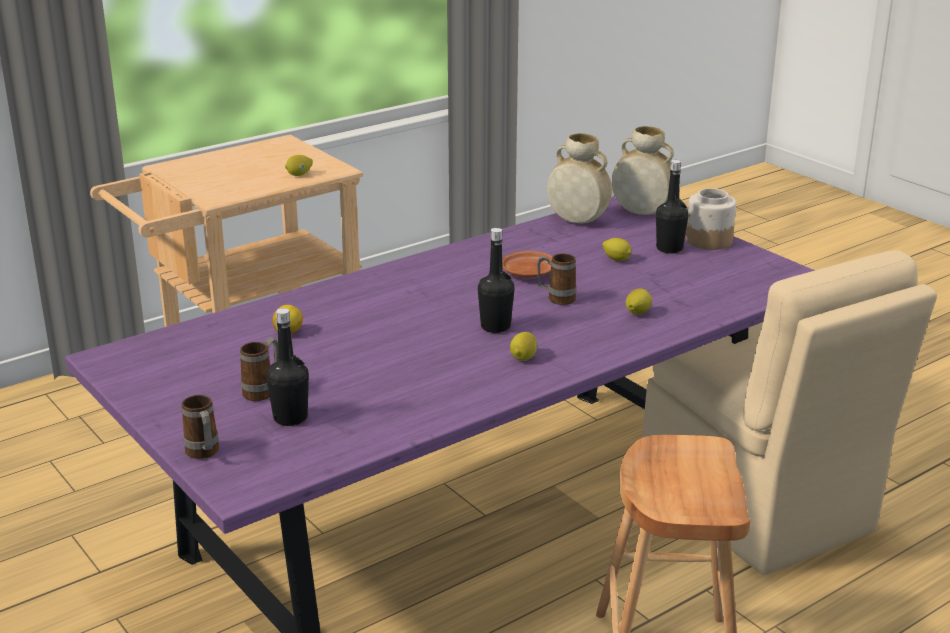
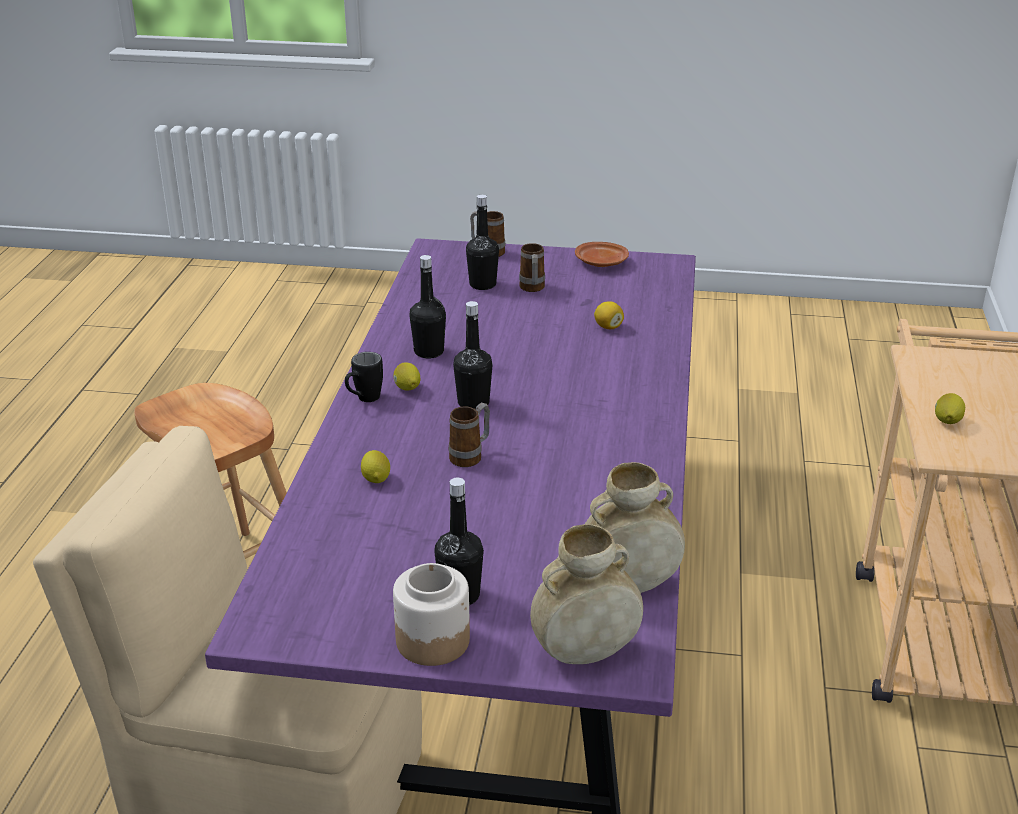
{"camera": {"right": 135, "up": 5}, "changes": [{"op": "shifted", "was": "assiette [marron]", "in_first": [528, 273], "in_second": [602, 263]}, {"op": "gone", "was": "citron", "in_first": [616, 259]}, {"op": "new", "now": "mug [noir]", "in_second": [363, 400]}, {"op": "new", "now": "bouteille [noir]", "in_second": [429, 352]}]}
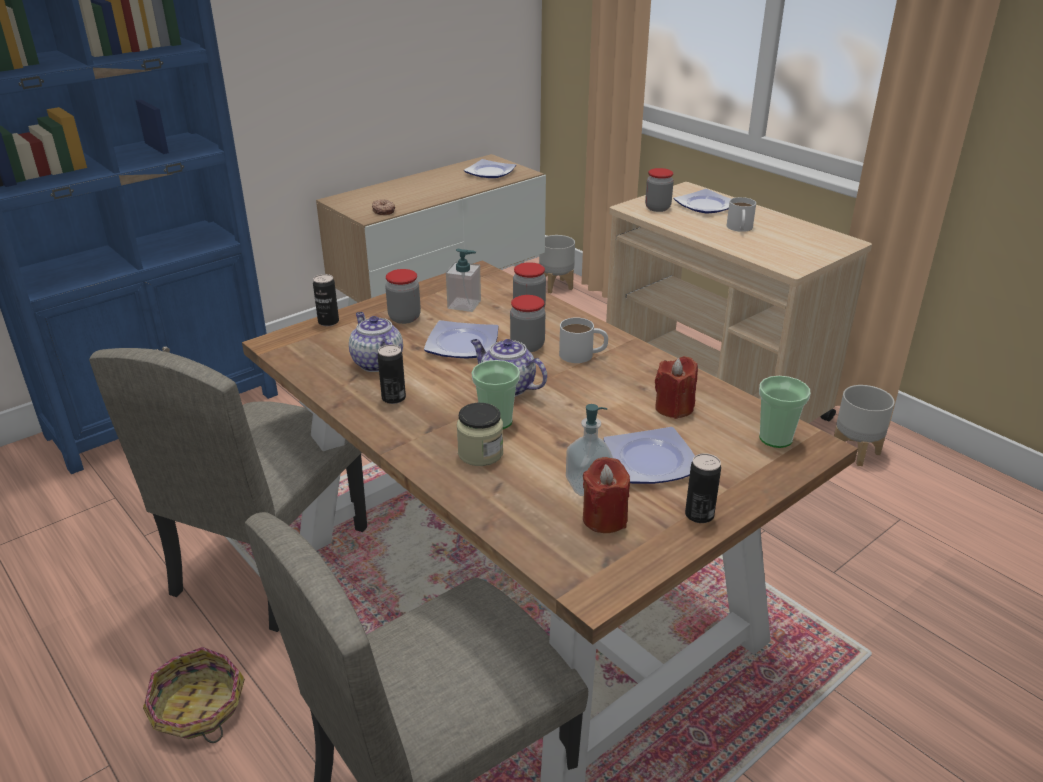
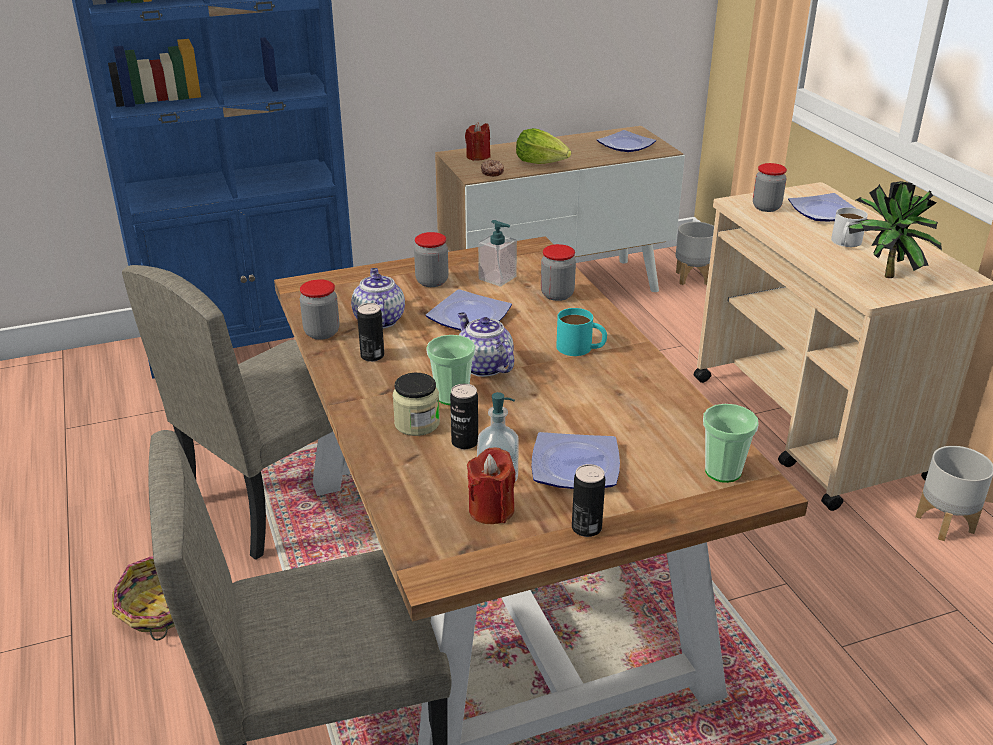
{"camera": {"right": 20, "up": 0}, "changes": [{"op": "shifted", "was": "boîte métallique", "in_first": [328, 322], "in_second": [465, 442]}, {"op": "shifted", "was": "bocal", "in_first": [527, 346], "in_second": [322, 333]}, {"op": "repainted", "was": "mug [blanc]", "now": "mug [turquoise]", "in_first": [583, 354], "in_second": [581, 348]}, {"op": "shifted", "was": "bougie [rouge]", "in_first": [674, 408], "in_second": [478, 156]}, {"op": "new", "now": "laitue", "in_second": [542, 162]}, {"op": "new", "now": "plante en pot", "in_second": [881, 276]}]}
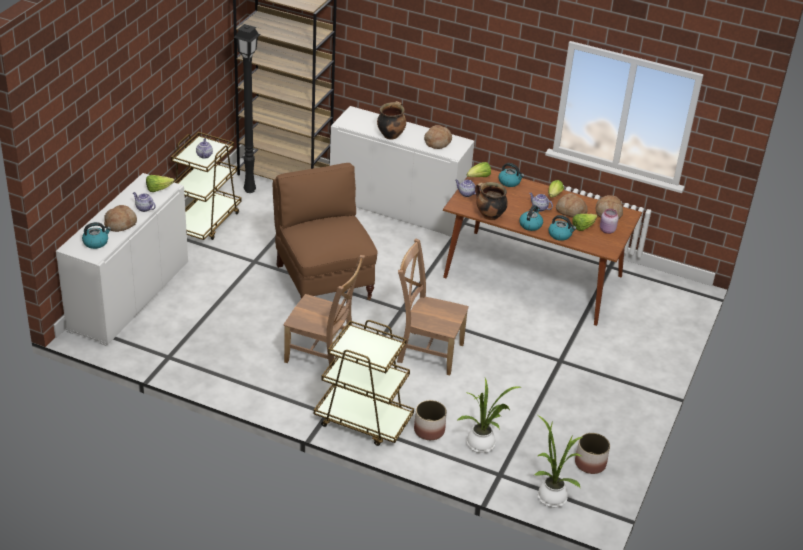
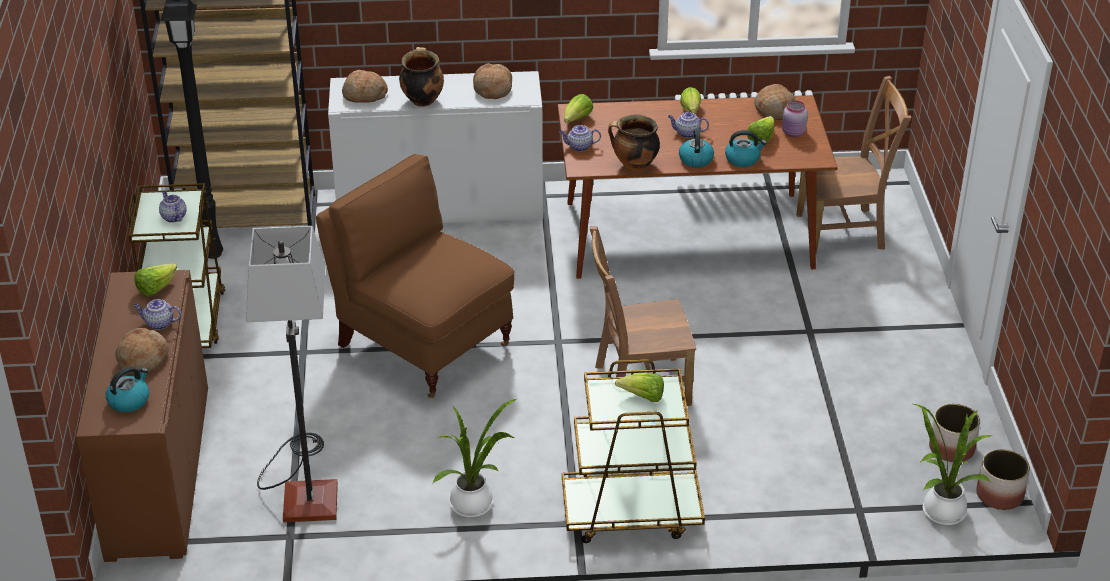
{"camera": {"right": -25, "up": 0}, "changes": [{"op": "repainted", "was": "meuble de rangement [blanc]", "now": "meuble de rangement [marron]", "in_first": [129, 296], "in_second": [159, 472]}, {"op": "shifted", "was": "chaise [marron]", "in_first": [322, 355], "in_second": [844, 231]}, {"op": "shifted", "was": "cache-pot", "in_first": [429, 430], "in_second": [999, 494]}, {"op": "shifted", "was": "plante en pot", "in_first": [482, 445], "in_second": [475, 504]}, {"op": "gone", "was": "bouilloire", "in_first": [510, 182]}, {"op": "shifted", "was": "pain", "in_first": [570, 211], "in_second": [364, 95]}, {"op": "new", "now": "lampadaire", "in_second": [305, 489]}, {"op": "new", "now": "laitue", "in_second": [643, 397]}]}
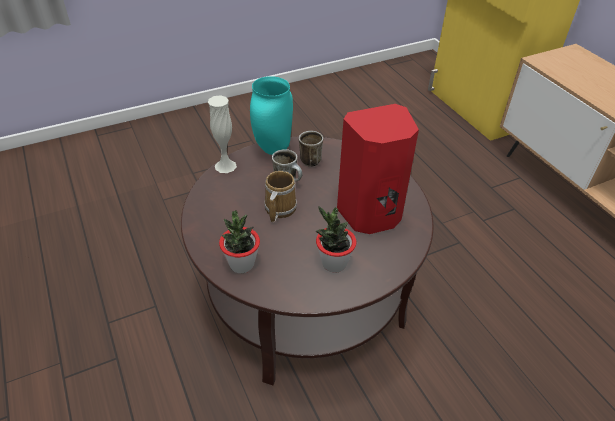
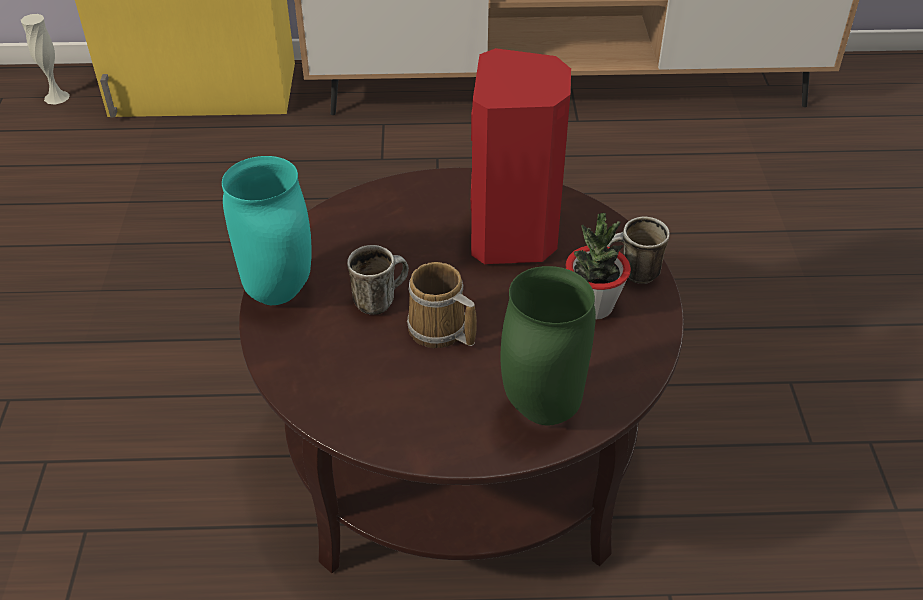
{"camera": {"right": -65, "up": 0}, "changes": [{"op": "shifted", "was": "vase [blanc]", "in_first": [225, 166], "in_second": [56, 97]}, {"op": "swapped", "was": "plante en pot", "now": "vase [vert]", "in_first": [241, 264], "in_second": [543, 412]}, {"op": "shifted", "was": "mug", "in_first": [308, 159], "in_second": [632, 274]}]}
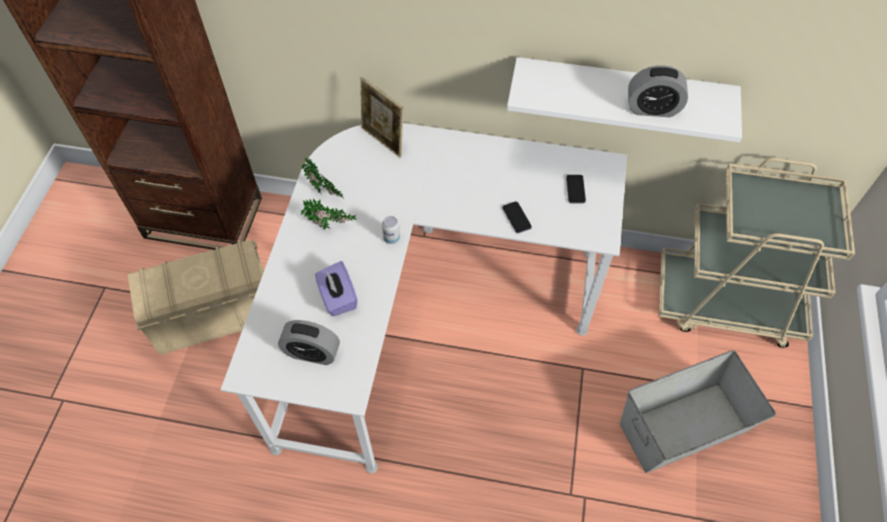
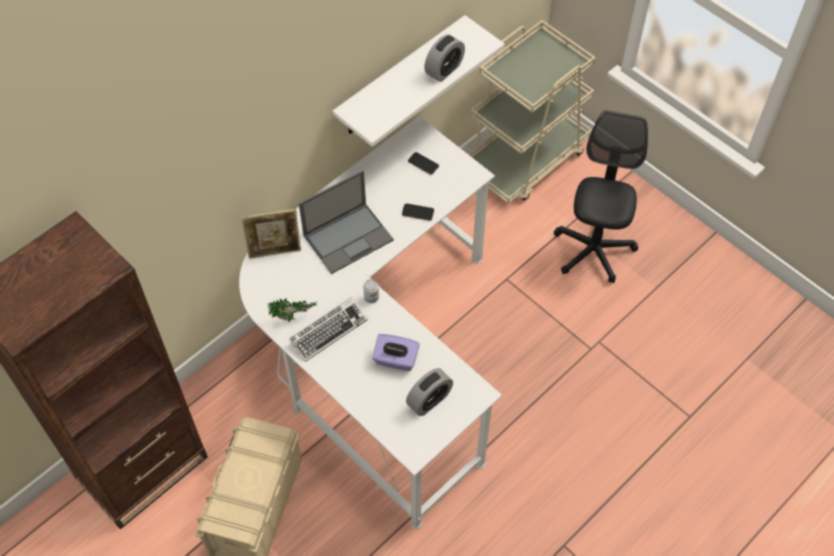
{"camera": {"right": -55, "up": 0}, "changes": [{"op": "swapped", "was": "plante en pot", "now": "clavier", "in_first": [330, 227], "in_second": [328, 331]}, {"op": "swapped", "was": "boîte de rangement [gris]", "now": "chaise de bureau [noir]", "in_first": [684, 427], "in_second": [593, 250]}, {"op": "new", "now": "ordinateur portable", "in_second": [349, 237]}]}
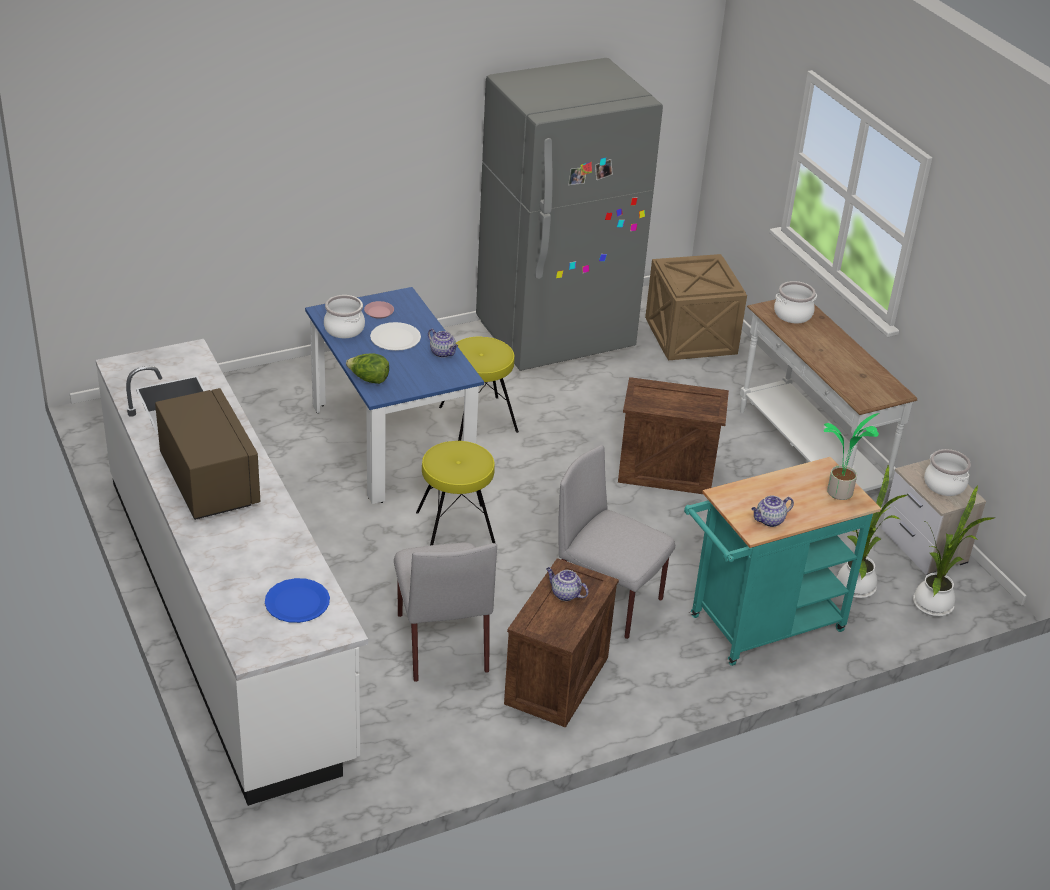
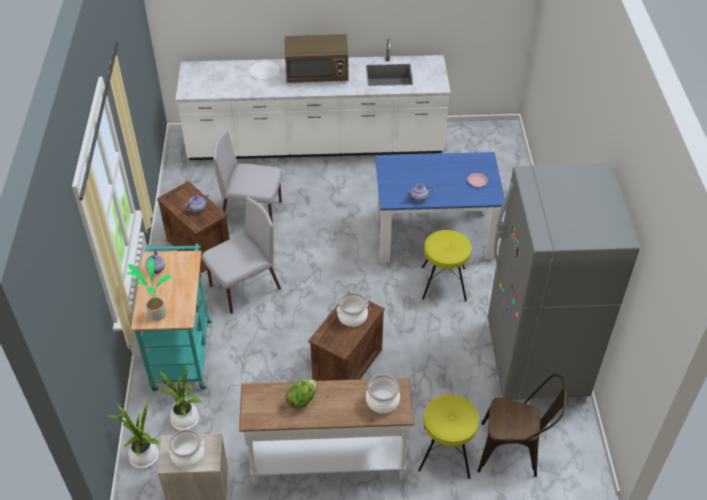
{"camera": {"right": 115, "up": 10}, "changes": [{"op": "gone", "was": "assiette [bleu]", "in_first": [297, 602]}, {"op": "shifted", "was": "marmite", "in_first": [344, 329], "in_second": [352, 316]}, {"op": "shifted", "was": "laitue", "in_first": [368, 380], "in_second": [301, 400]}, {"op": "shifted", "was": "assiette [blanc]", "in_first": [395, 338], "in_second": [264, 71]}, {"op": "shifted", "was": "tabouret [jaune]", "in_first": [455, 530], "in_second": [446, 452]}, {"op": "swapped", "was": "caisse", "now": "chaise [marron]", "in_first": [690, 336], "in_second": [514, 452]}]}
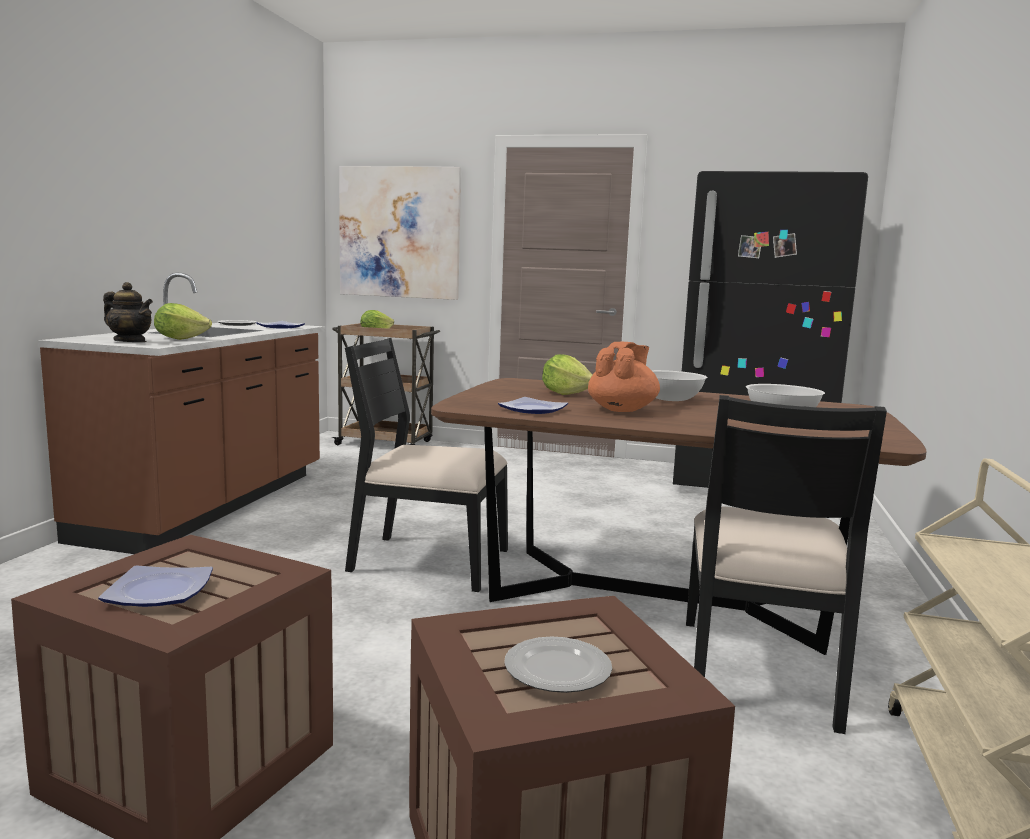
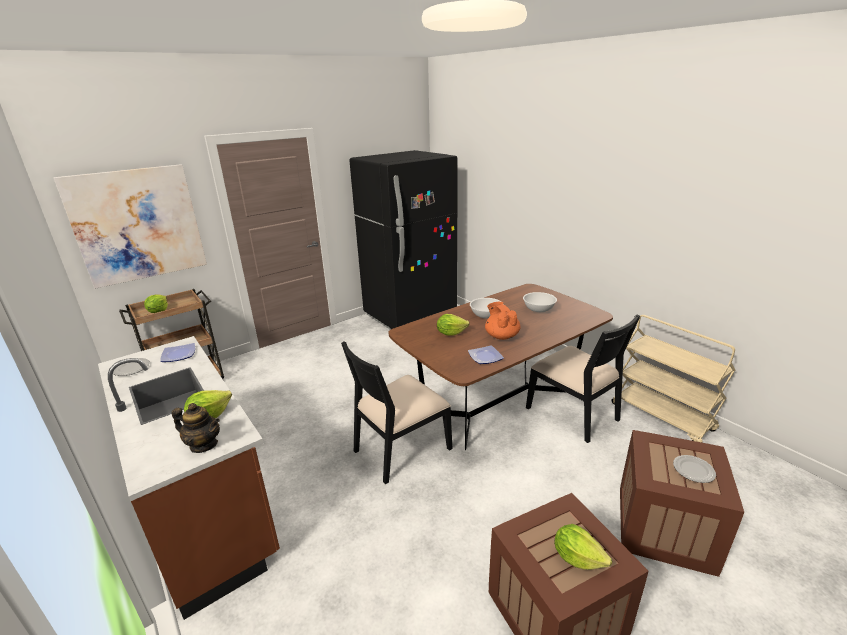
{"camera": {"right": -50, "up": 15}, "changes": [{"op": "swapped", "was": "assiette", "now": "laitue", "in_first": [161, 591], "in_second": [577, 558]}, {"op": "rotated", "was": "théière", "in_first": [130, 341], "in_second": [204, 445], "clockwise": 45}]}
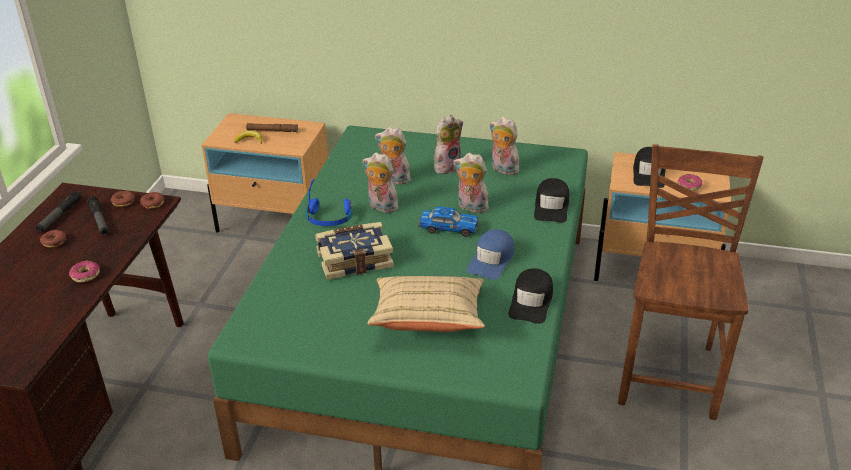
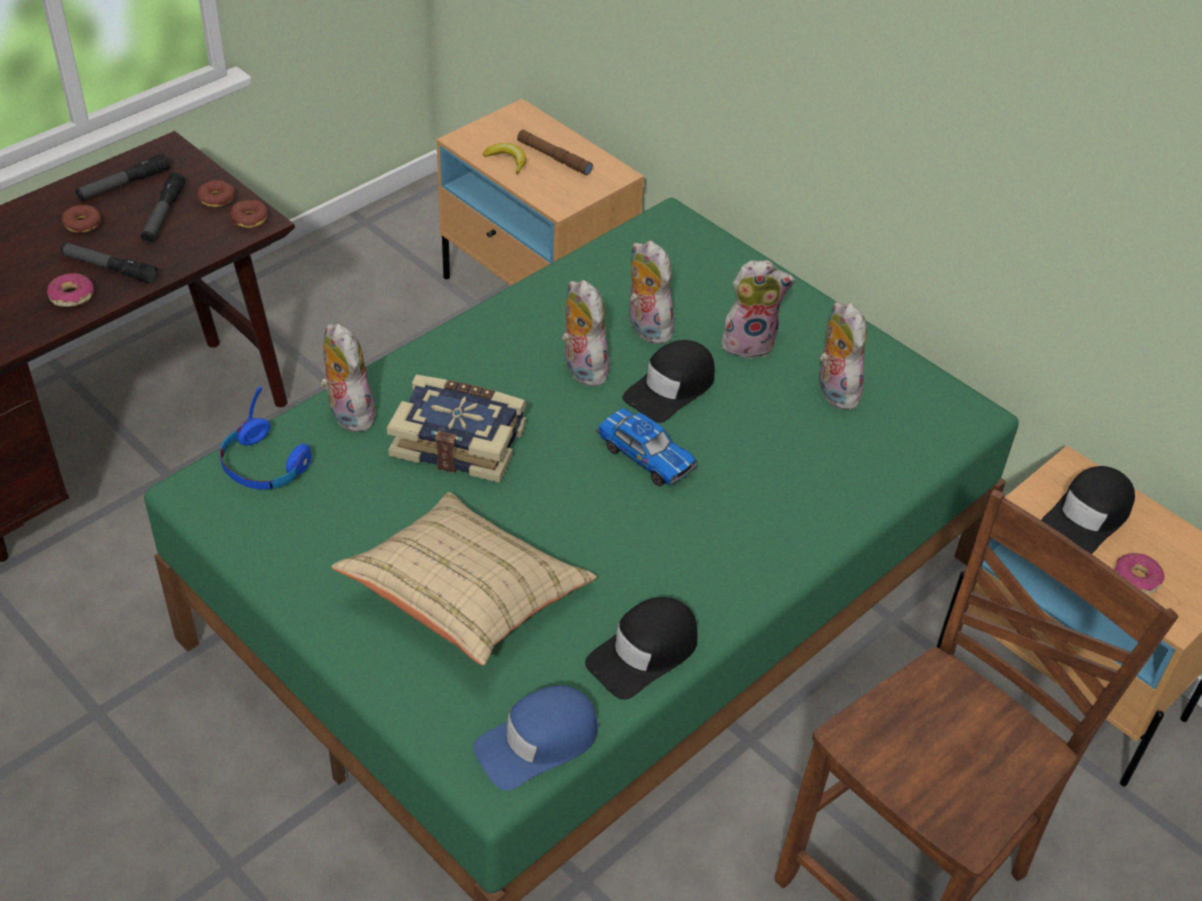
{"camera": {"right": 30, "up": 10}, "changes": [{"op": "shifted", "was": "casque audio [bleu]", "in_first": [329, 218], "in_second": [264, 465]}, {"op": "shifted", "was": "peluche", "in_first": [470, 207], "in_second": [347, 413]}, {"op": "shifted", "was": "casquette [bleu]", "in_first": [491, 260], "in_second": [538, 743]}, {"op": "shifted", "was": "casquette [noir]", "in_first": [552, 206], "in_second": [671, 388]}, {"op": "new", "now": "lampe de poche", "in_second": [109, 268]}]}
